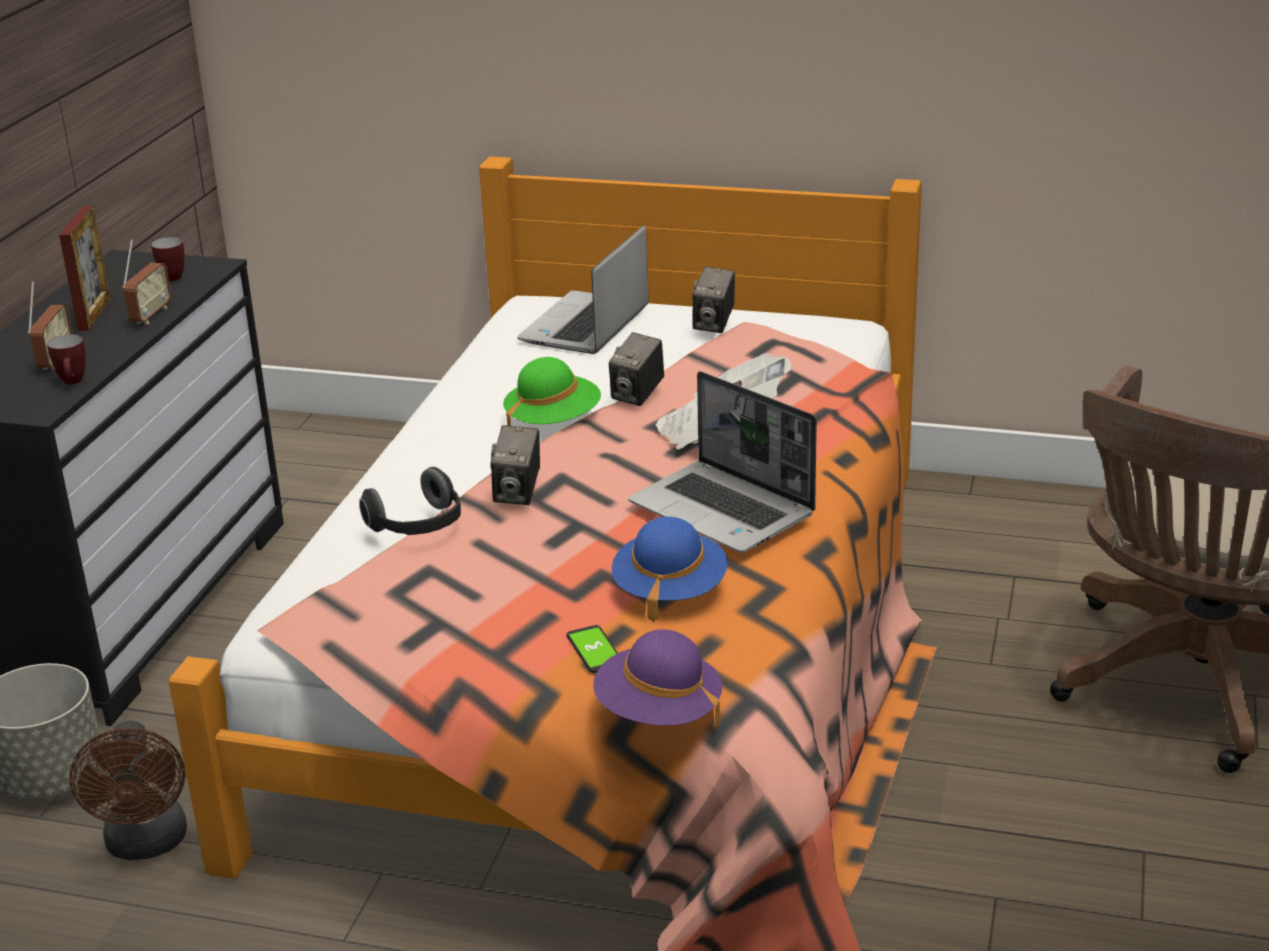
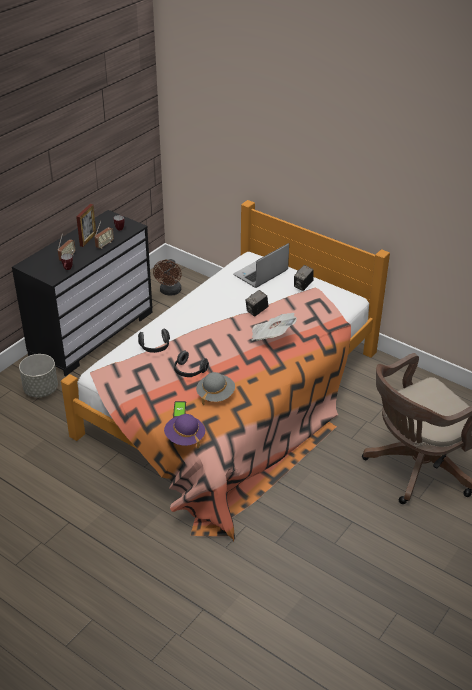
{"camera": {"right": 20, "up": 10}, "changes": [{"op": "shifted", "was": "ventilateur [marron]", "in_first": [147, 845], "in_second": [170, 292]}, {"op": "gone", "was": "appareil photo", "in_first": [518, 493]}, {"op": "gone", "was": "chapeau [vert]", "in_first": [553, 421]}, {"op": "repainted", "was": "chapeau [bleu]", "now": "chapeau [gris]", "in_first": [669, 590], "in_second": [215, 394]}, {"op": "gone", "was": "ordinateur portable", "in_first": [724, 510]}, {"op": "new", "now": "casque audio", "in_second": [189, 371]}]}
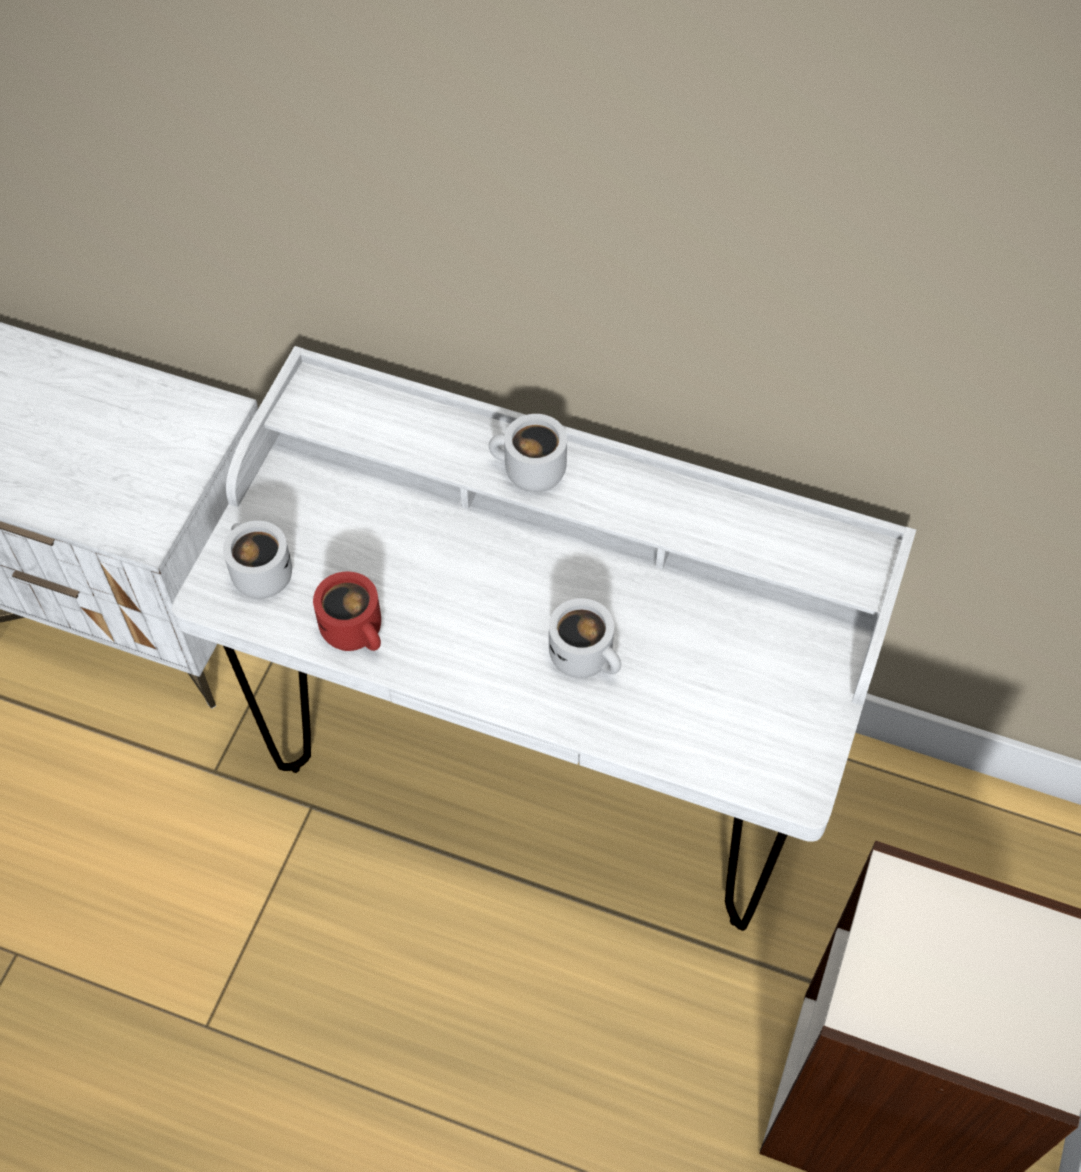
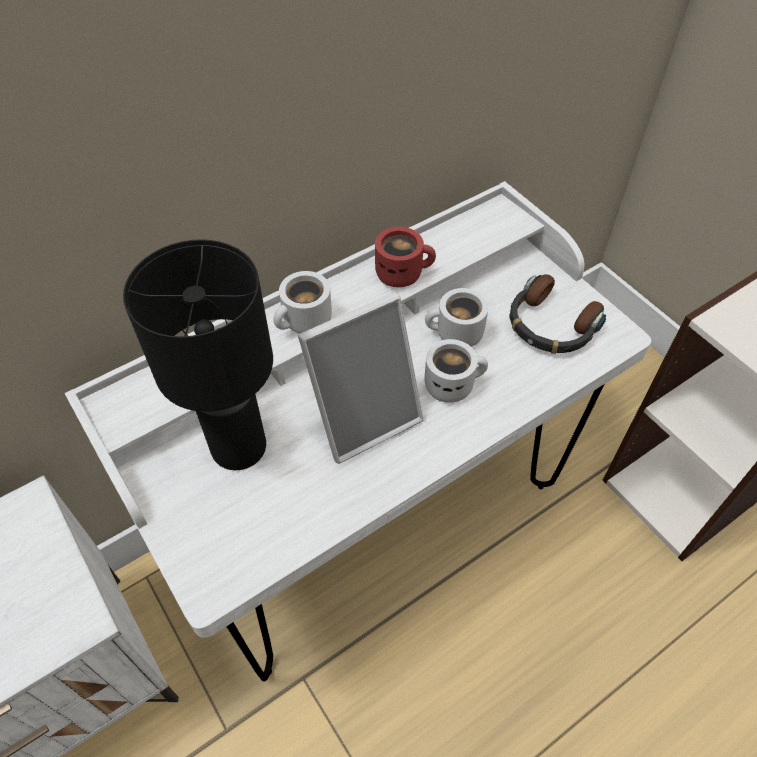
{"camera": {"right": -55, "up": -5}, "changes": [{"op": "shifted", "was": "mug [blanc]", "in_first": [257, 574], "in_second": [455, 335]}, {"op": "shifted", "was": "mug [rouge]", "in_first": [357, 630], "in_second": [402, 272]}, {"op": "new", "now": "lampe de table [noir]", "in_second": [237, 448]}, {"op": "new", "now": "cadre photo", "in_second": [363, 416]}, {"op": "new", "now": "casque audio", "in_second": [550, 325]}]}
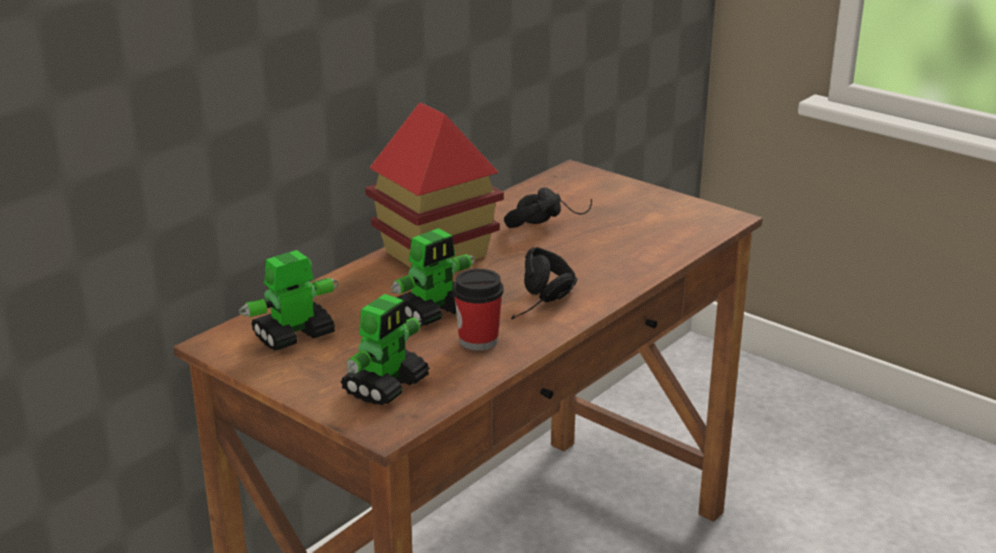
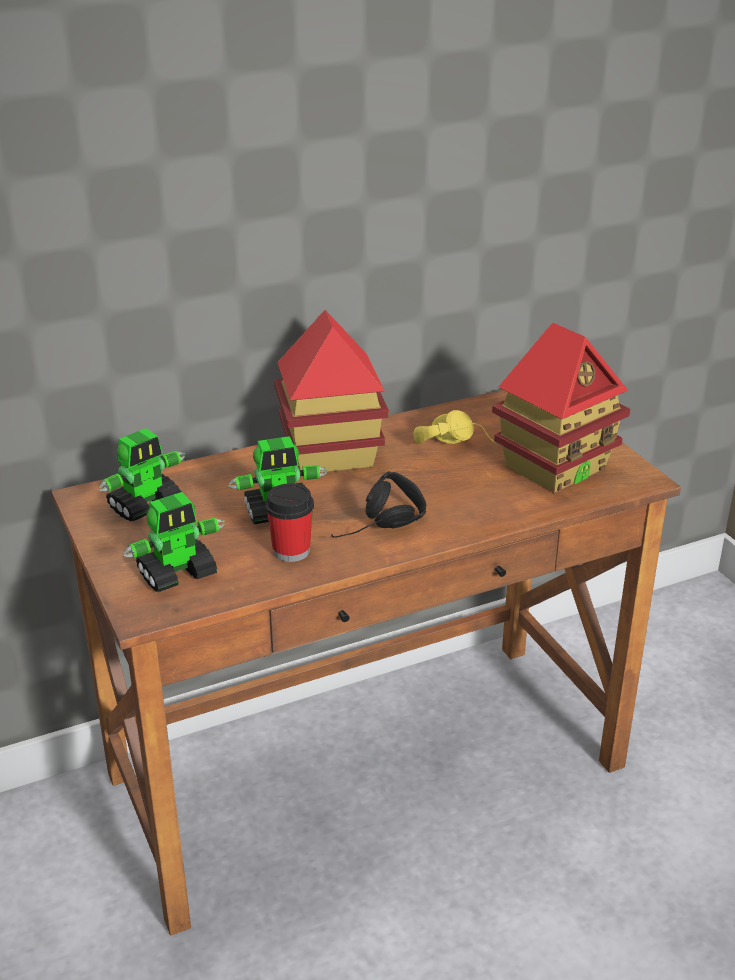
{"camera": {"right": 25, "up": 5}, "changes": [{"op": "rotated", "was": "robot jouet", "in_first": [293, 336], "in_second": [146, 505], "clockwise": 150}, {"op": "repainted", "was": "casque audio [noir]", "now": "casque audio [jaune]", "in_first": [545, 221], "in_second": [460, 442]}, {"op": "new", "now": "maison miniature", "in_second": [555, 467]}]}
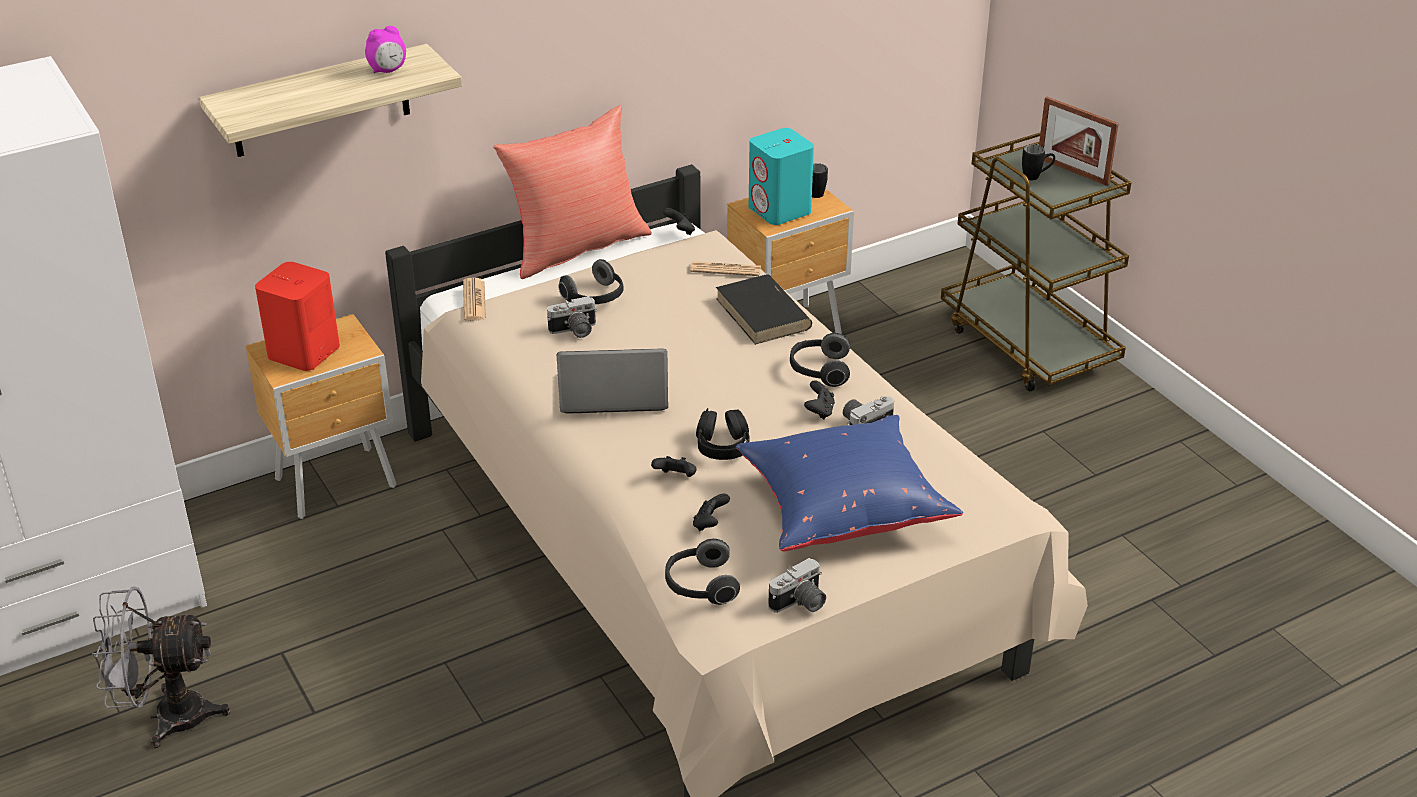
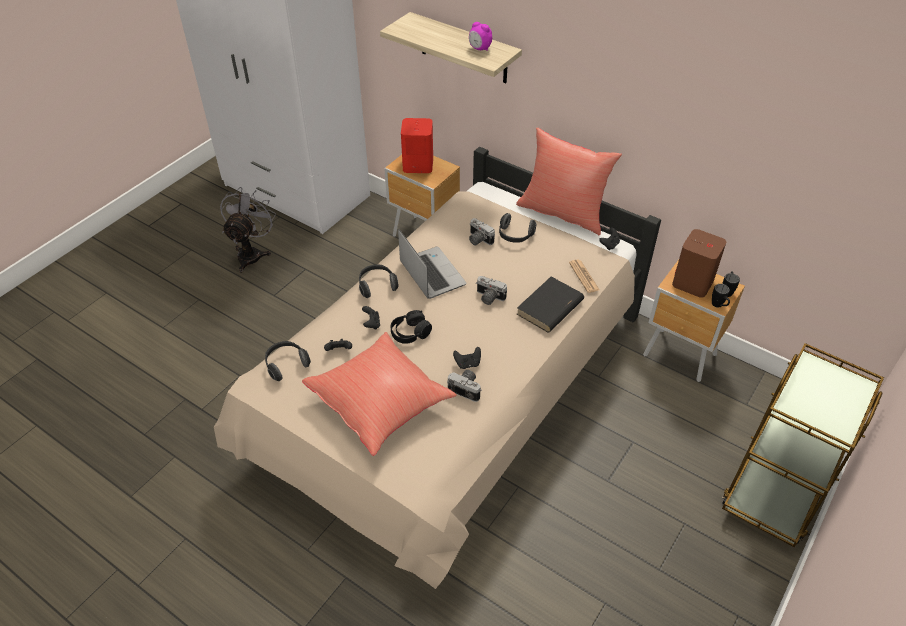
{"camera": {"right": 65, "up": 10}, "changes": [{"op": "rotated", "was": "ventilateur [gris]", "in_first": [167, 717], "in_second": [252, 253], "clockwise": 45}, {"op": "gone", "was": "journal", "in_first": [474, 300]}, {"op": "repainted", "was": "coussin [bleu]", "now": "coussin [rouge]", "in_first": [842, 508], "in_second": [380, 403]}, {"op": "repainted", "was": "enceinte [turquoise]", "now": "enceinte [marron]", "in_first": [780, 210], "in_second": [692, 283]}, {"op": "shifted", "was": "appareil photo", "in_first": [800, 604], "in_second": [488, 298]}, {"op": "shifted", "was": "casque audio", "in_first": [819, 371], "in_second": [377, 285]}, {"op": "shifted", "was": "mug [noir]", "in_first": [1036, 177], "in_second": [719, 306]}, {"op": "gone", "was": "cadre photo", "in_first": [1072, 171]}]}
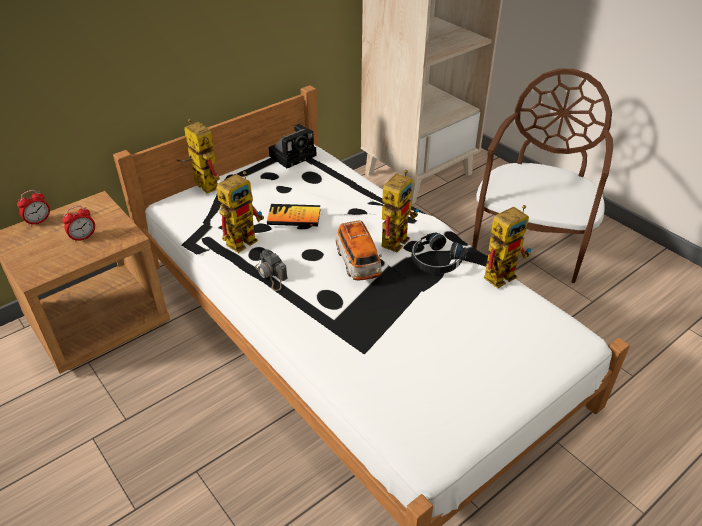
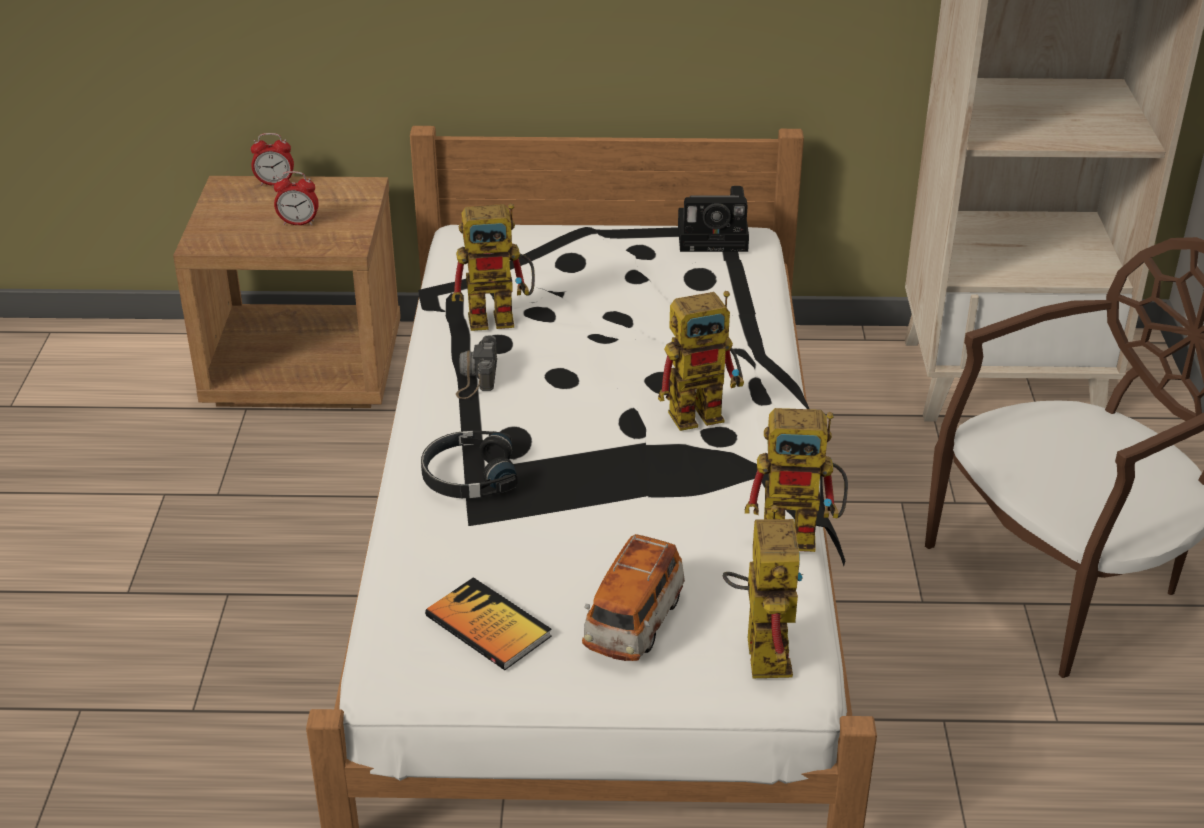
{"camera": {"right": 40, "up": -5}, "changes": [{"op": "shifted", "was": "robot jouet", "in_first": [202, 184], "in_second": [760, 647]}, {"op": "shifted", "was": "livre", "in_first": [294, 217], "in_second": [488, 626]}, {"op": "shifted", "was": "petite voiture", "in_first": [358, 263], "in_second": [634, 623]}, {"op": "shifted", "was": "casque audio [noir]", "in_first": [435, 260], "in_second": [468, 476]}]}
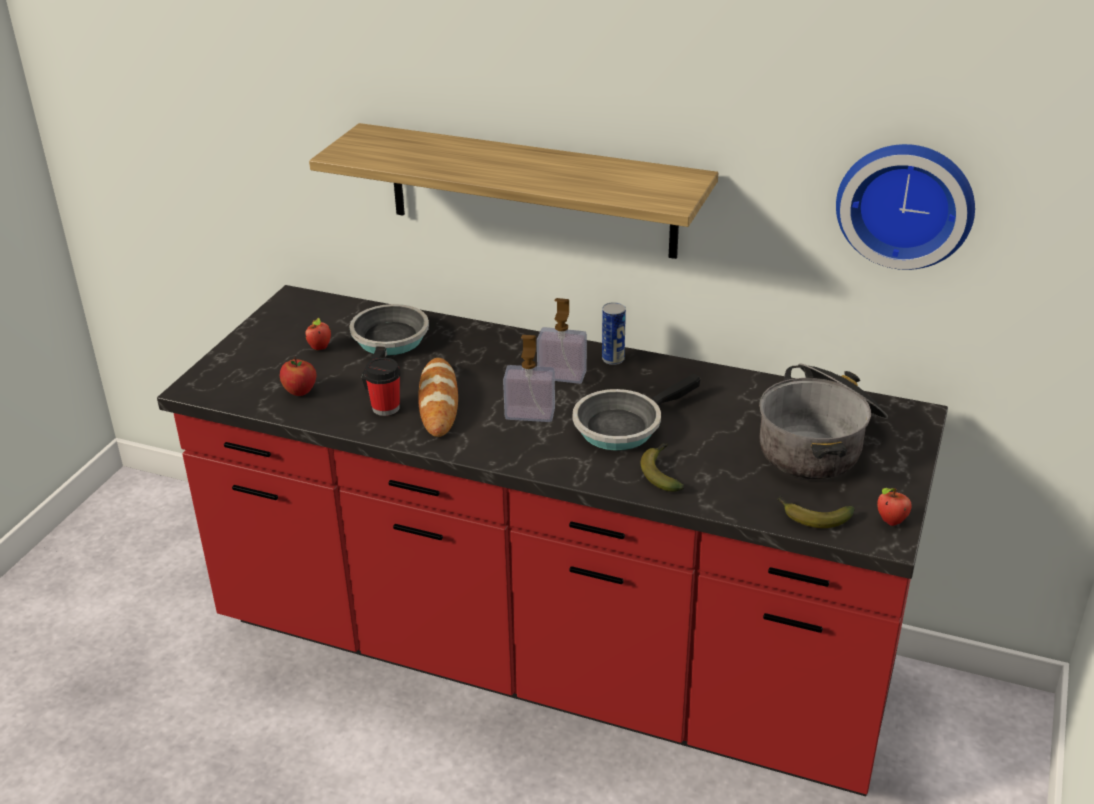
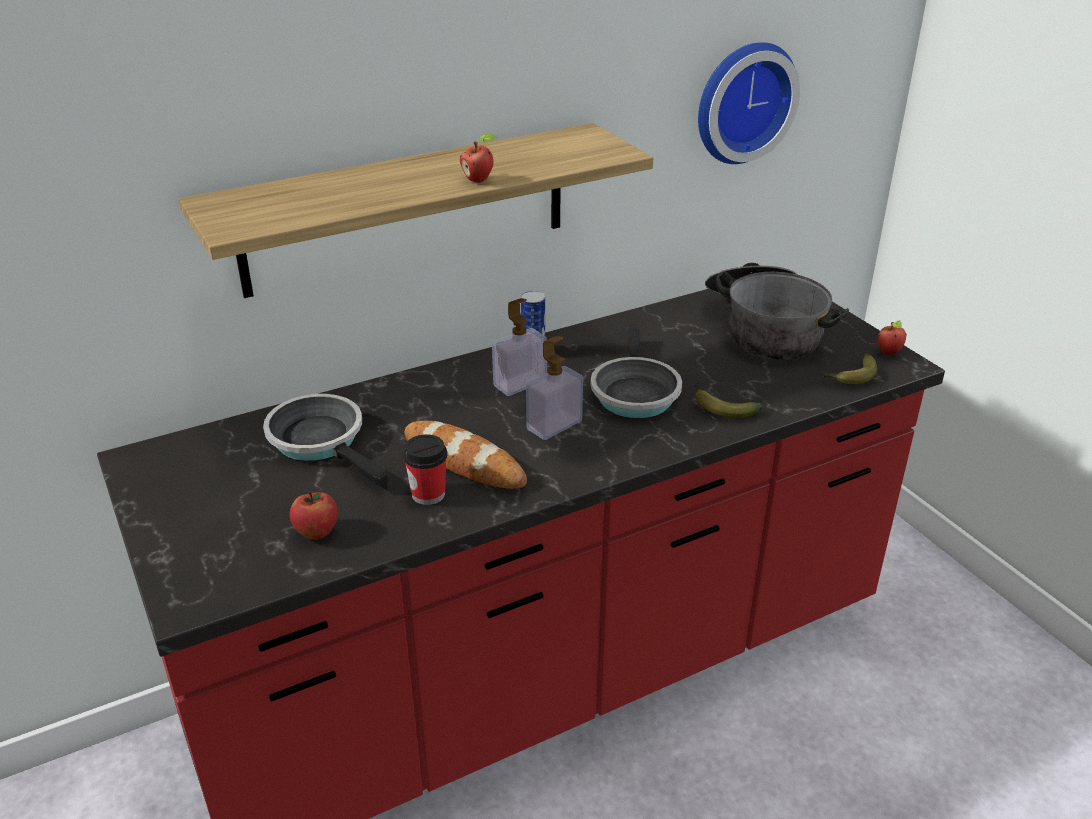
{"camera": {"right": -50, "up": 0}, "changes": [{"op": "shifted", "was": "pomme", "in_first": [320, 348], "in_second": [479, 180]}]}
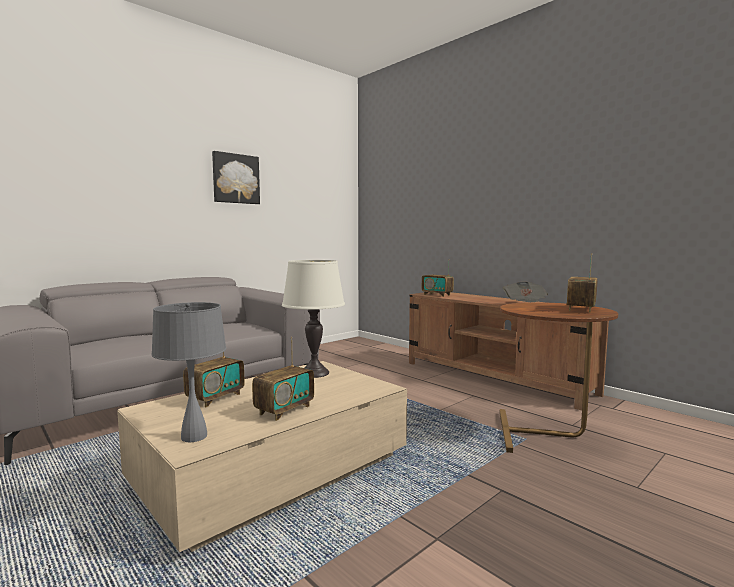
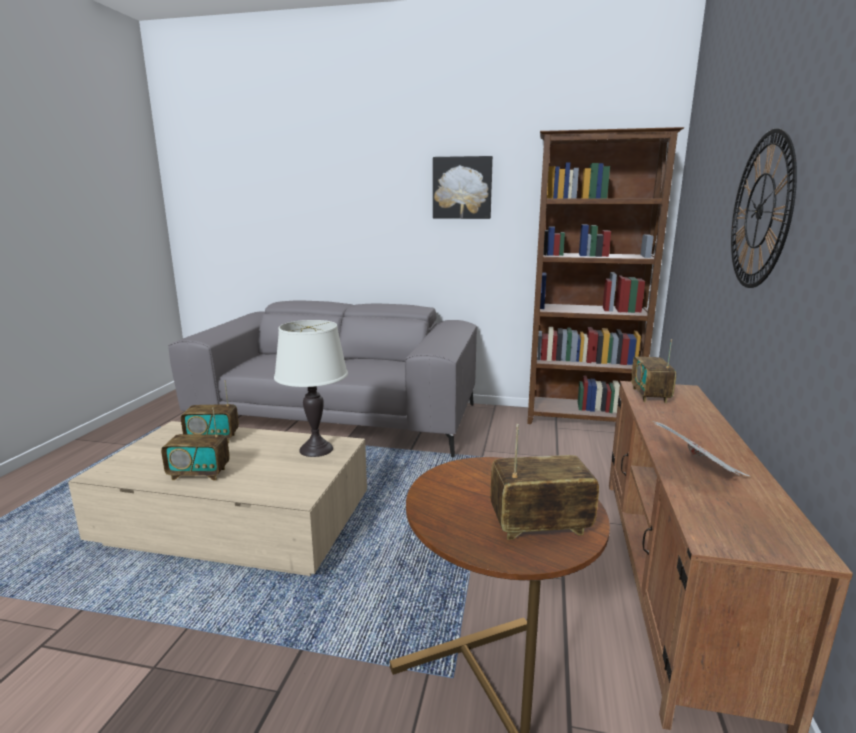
{"camera": {"right": 55, "up": 10}, "changes": [{"op": "gone", "was": "lampe de table [gris]", "in_first": [194, 436]}, {"op": "new", "now": "bibliothèque [marron]", "in_second": [582, 420]}, {"op": "new", "now": "horloge murale", "in_second": [760, 211]}]}
